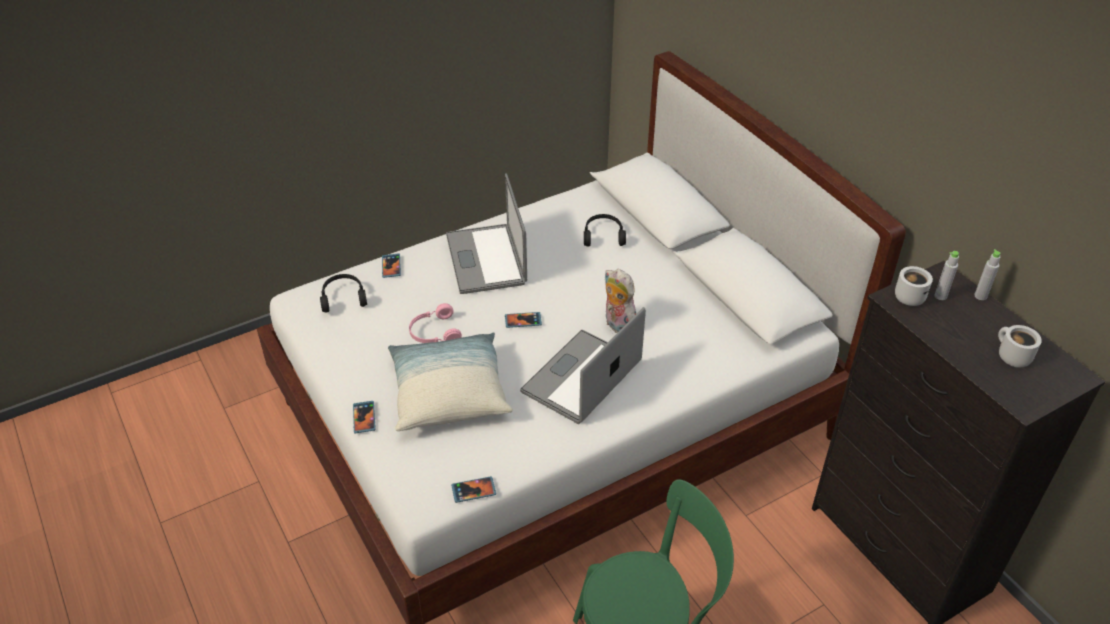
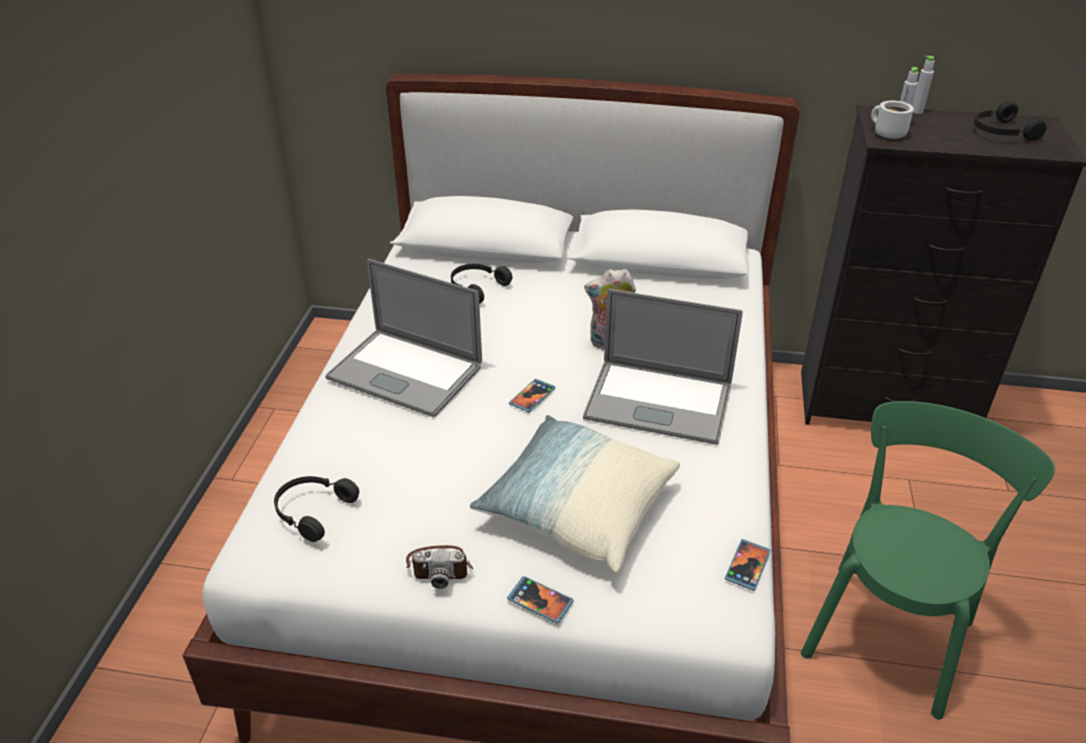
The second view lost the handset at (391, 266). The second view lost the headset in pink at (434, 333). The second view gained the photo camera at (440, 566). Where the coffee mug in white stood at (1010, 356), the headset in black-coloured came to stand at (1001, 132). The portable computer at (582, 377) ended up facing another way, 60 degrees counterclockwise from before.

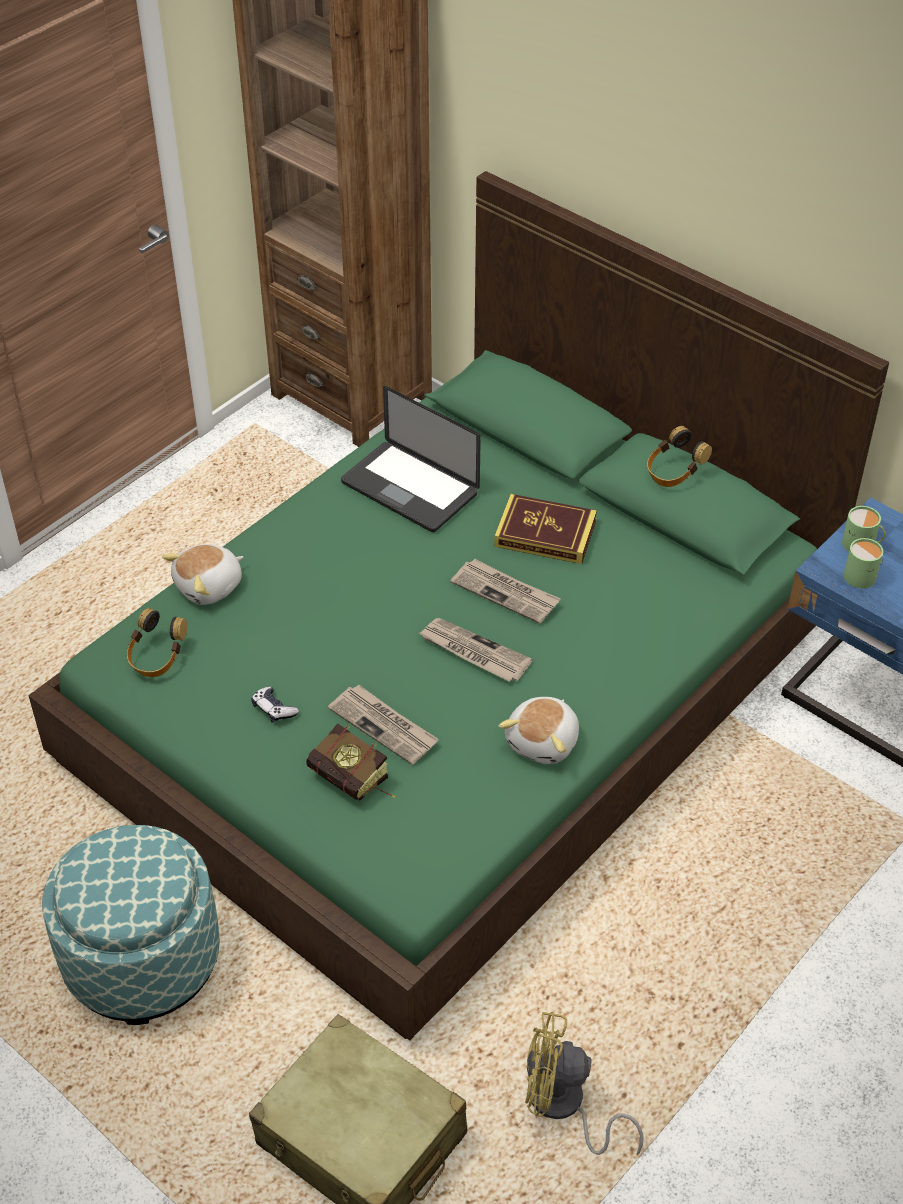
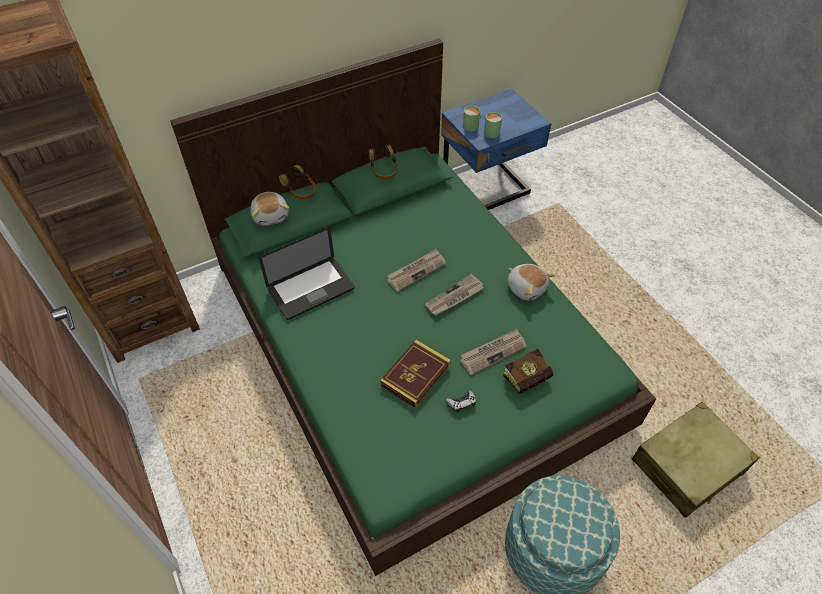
The second view lost the cooling fan in yellowish at (563, 1107). The headset ended up elsewhere, having gone from (157, 658) to (300, 192). The soft toy ended up elsewhere, having gone from (209, 586) to (271, 215). The book ended up elsewhere, having gone from (545, 534) to (415, 375).

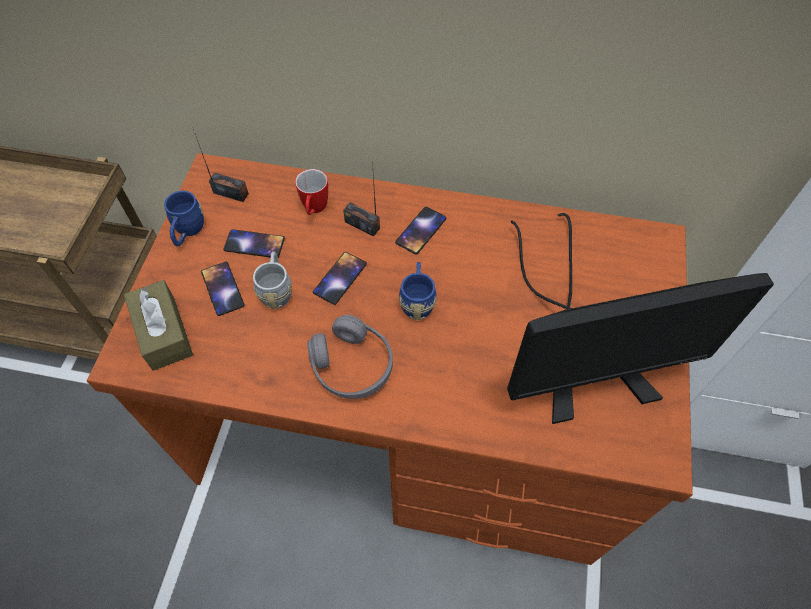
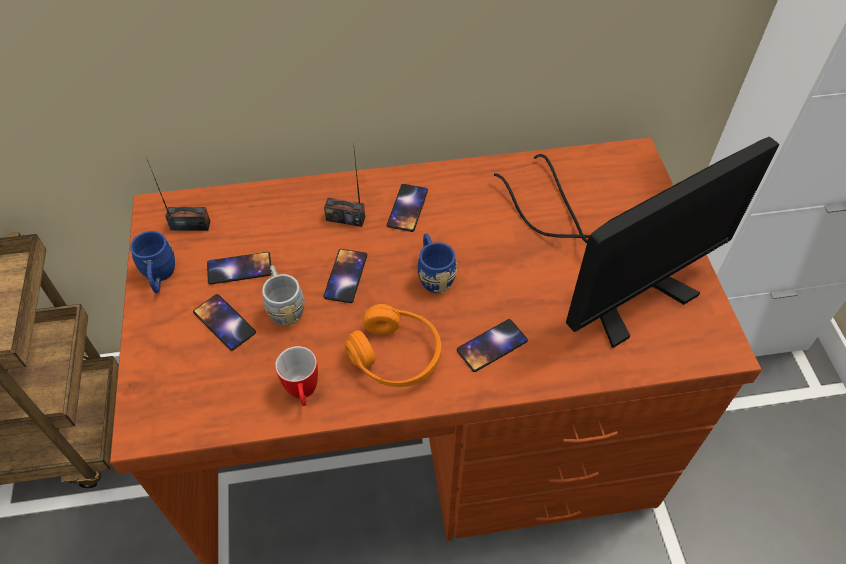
The second view lost the tissue holder in brown at (163, 332). The second view gained the handset at (492, 345). The coffee mug ended up elsewhere, having gone from (314, 210) to (303, 394). What was the headset in grey at (352, 365) turned into the headset in orangey at (396, 355).

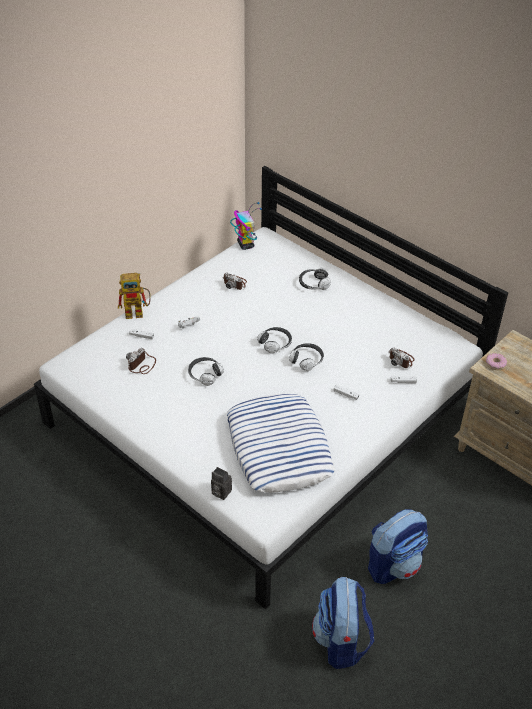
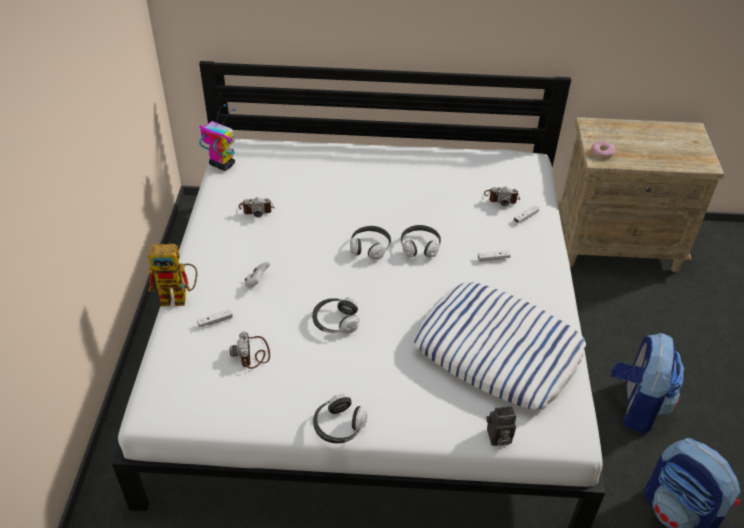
The headset ended up elsewhere, having gone from (314, 284) to (339, 426). The toy robot at (138, 312) ended up facing another way, 45 degrees clockwise from before.

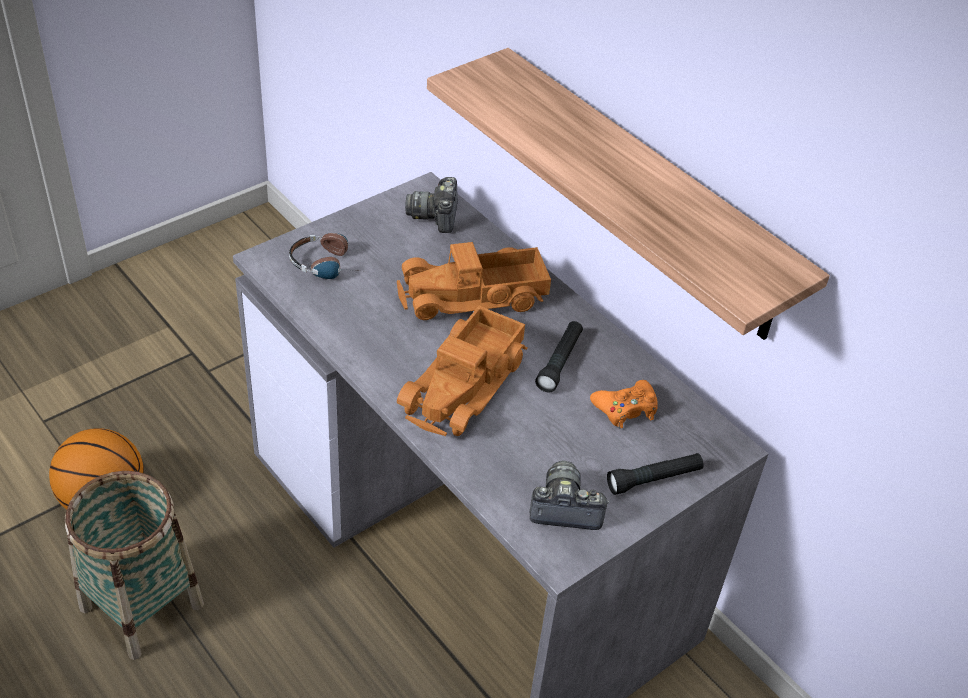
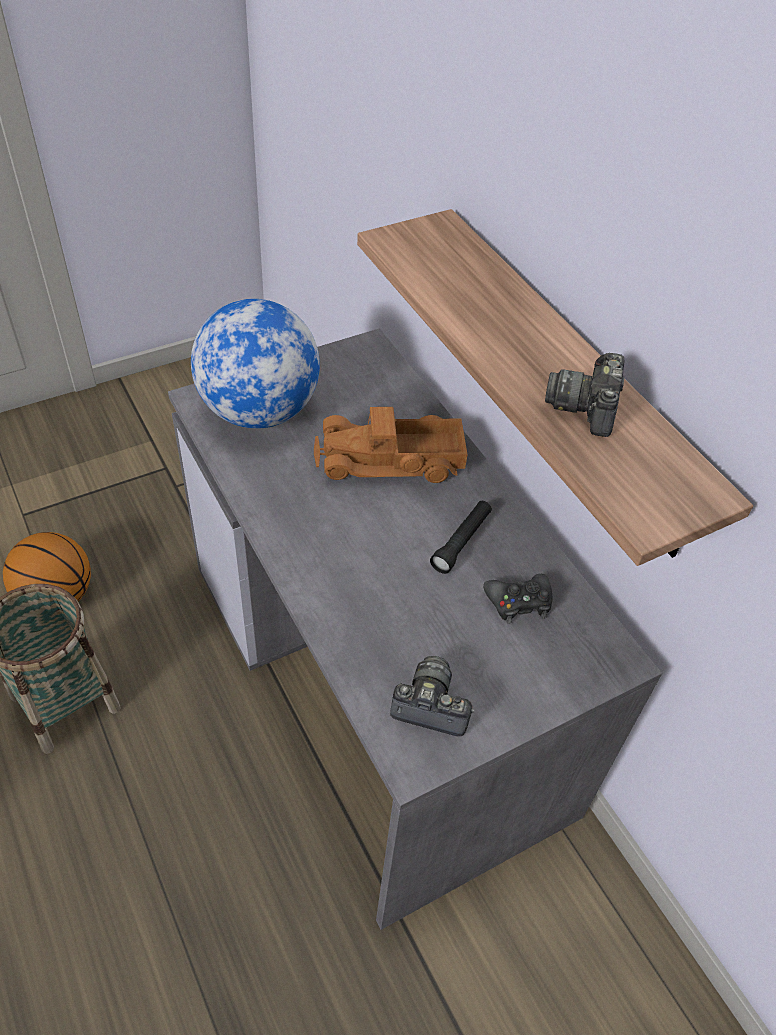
The second view lost the model truck at (466, 385). The second view lost the hand torch in black-coloured at (654, 479). The photo camera ended up elsewhere, having gone from (436, 215) to (586, 407). Where the headset stood at (331, 264), the globe came to stand at (258, 411). What was the gamepad in orangey at (625, 409) turned into the gamepad in black-coloured at (519, 602).

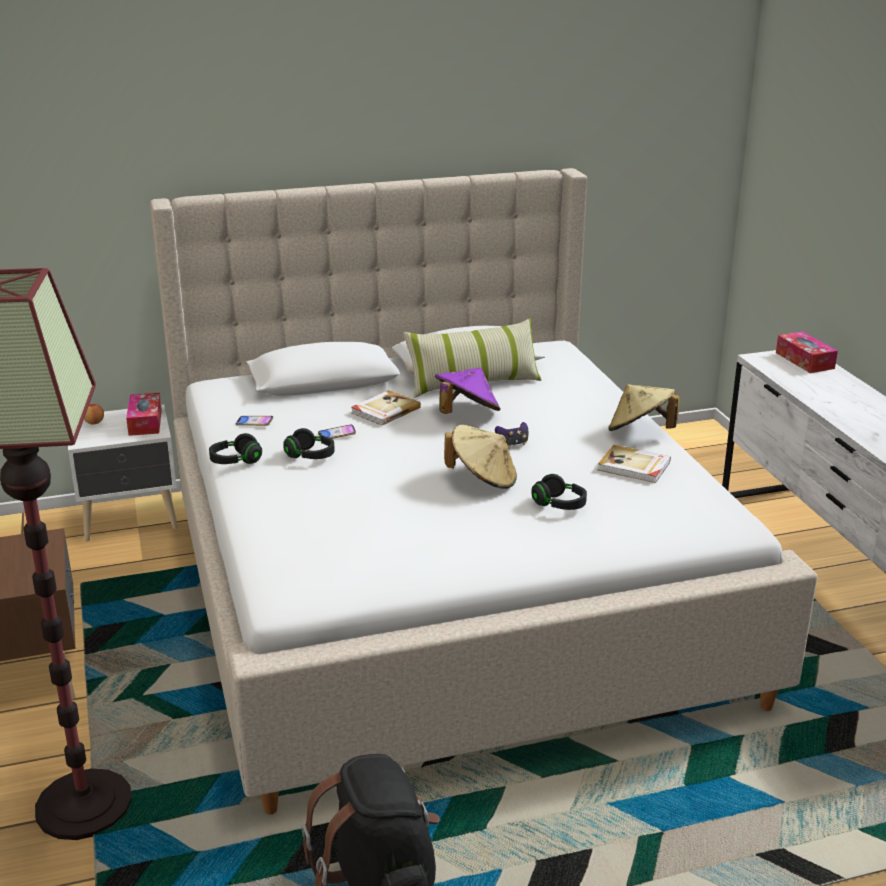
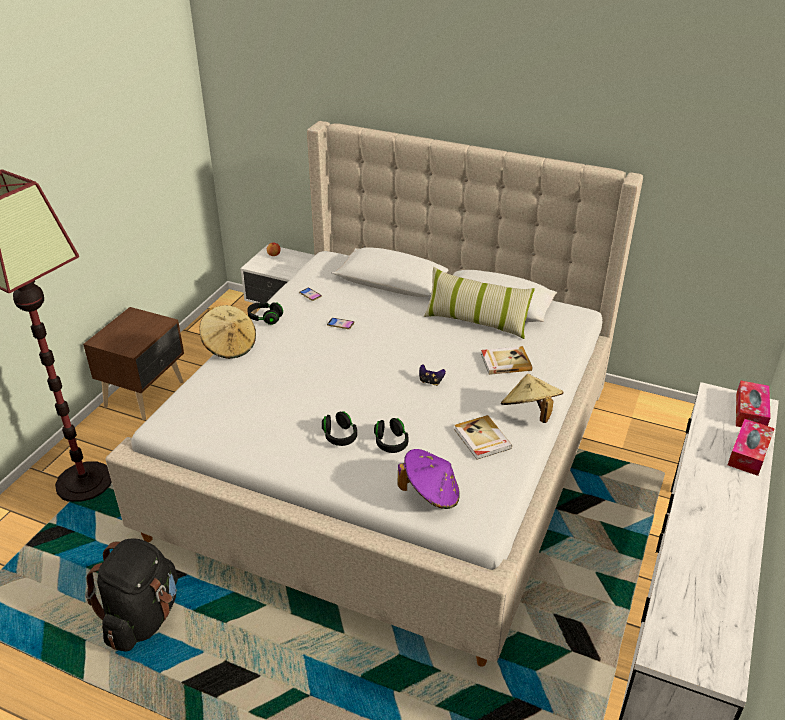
The tissue holder ended up elsewhere, having gone from (145, 422) to (748, 453). The headset in black-coloured ended up elsewhere, having gone from (310, 456) to (339, 436). The book ended up elsewhere, having gone from (385, 410) to (505, 362). The wearable hat in purple ended up elsewhere, having gone from (466, 414) to (430, 494). The wearable hat in sand-coloured ended up elsewhere, having gone from (483, 479) to (230, 346).

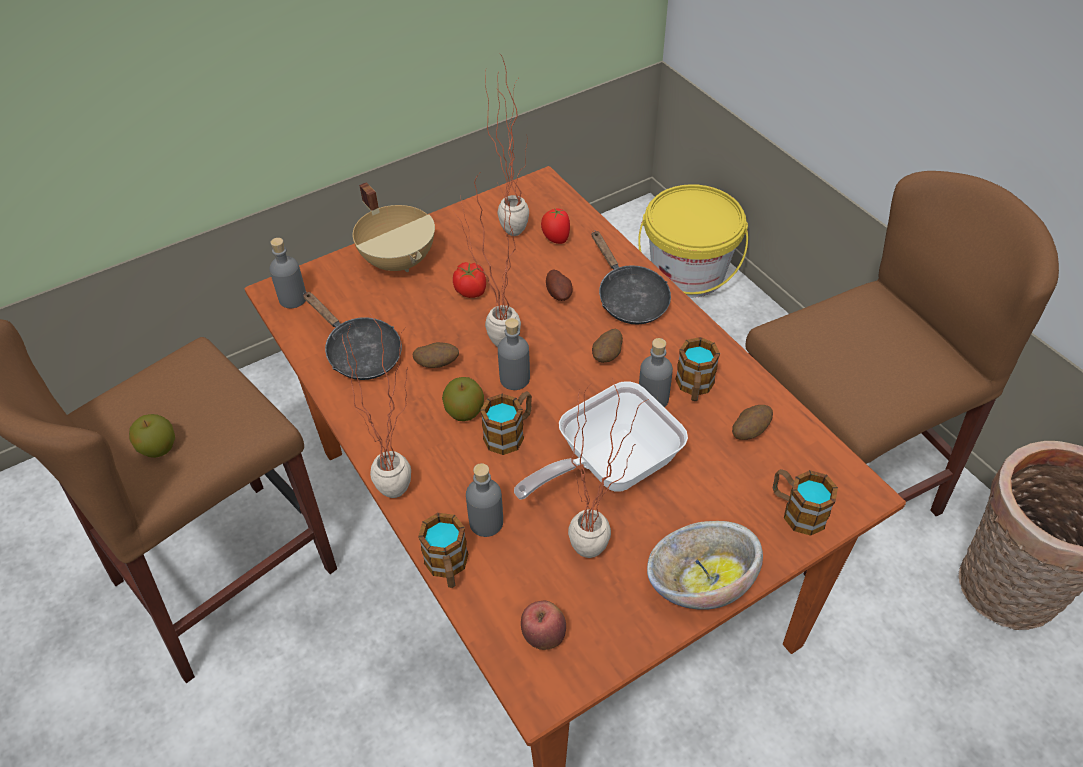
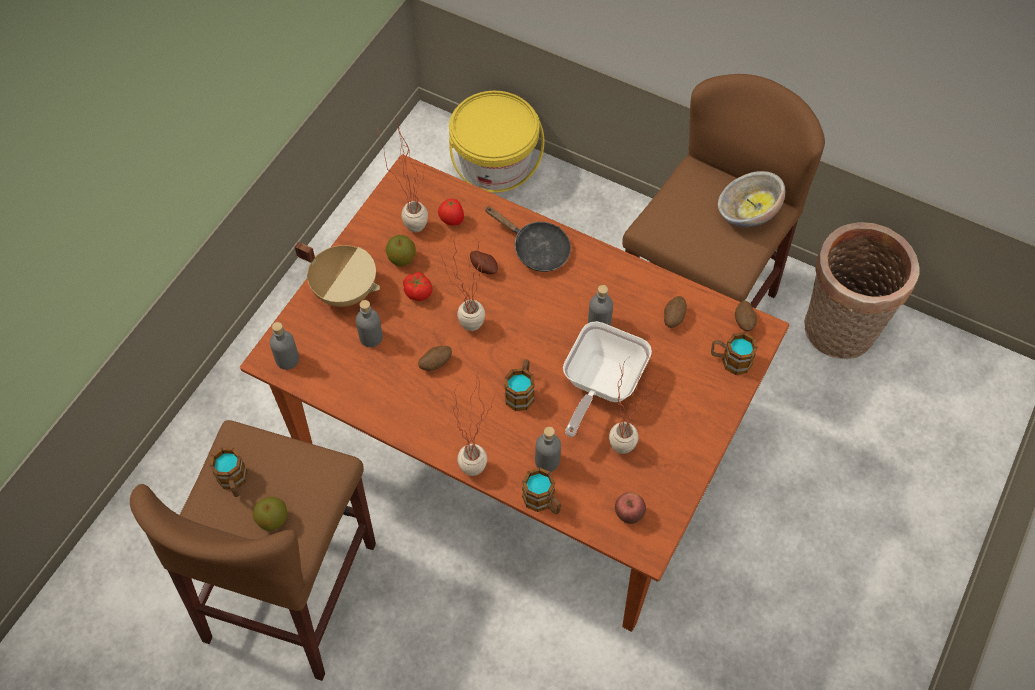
The second view lost the frying pan in black-coloured at (359, 353). The apple fruit ended up elsewhere, having gone from (464, 412) to (402, 259). The bottle in grey ended up elsewhere, having gone from (514, 379) to (371, 337). The spud ended up elsewhere, having gone from (607, 356) to (744, 322). The deep dish ended up elsewhere, having gone from (698, 583) to (747, 214). The coffee mug ended up elsewhere, having gone from (694, 387) to (234, 482).

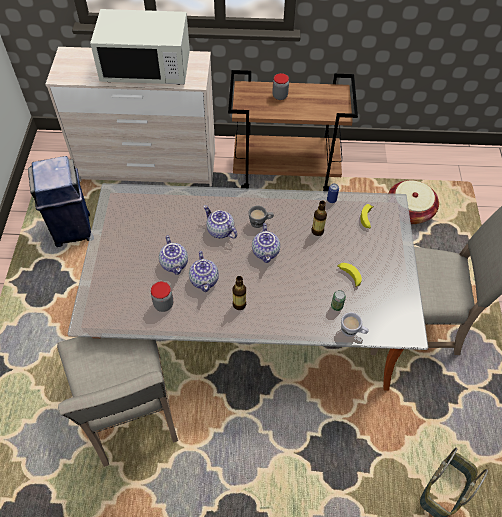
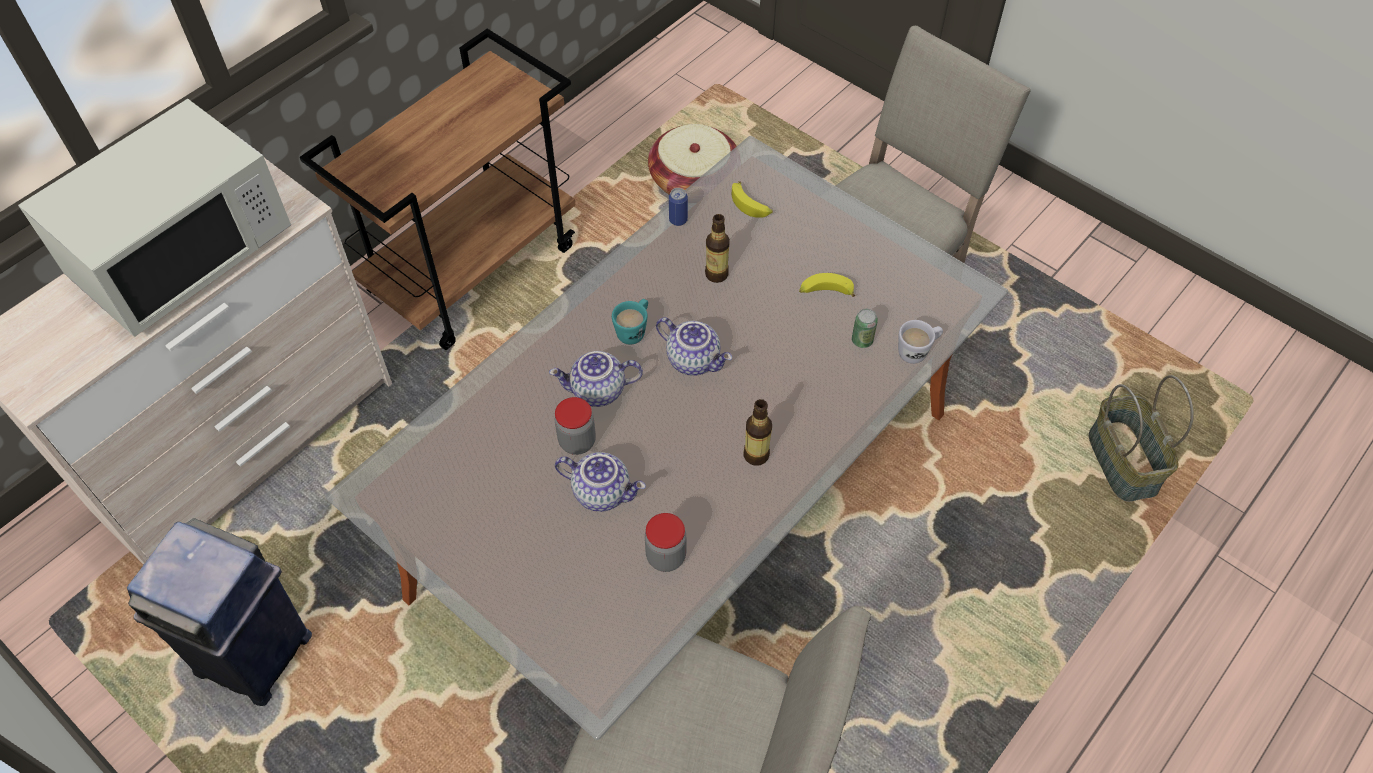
The second view lost the tea pot at (204, 279). The preserve jar ended up elsewhere, having gone from (280, 96) to (577, 441). What was the coffee mug in grey at (260, 223) turned into the coffee mug in blue-green at (634, 330).

